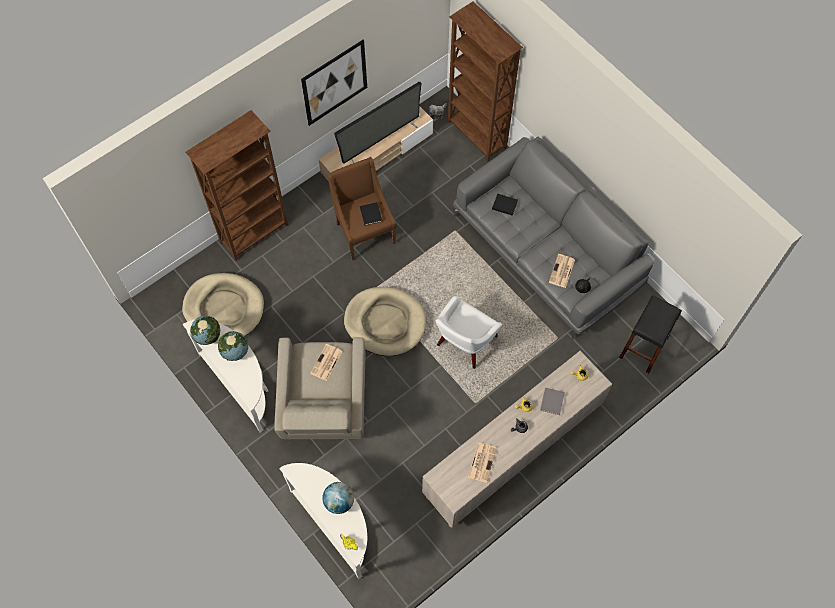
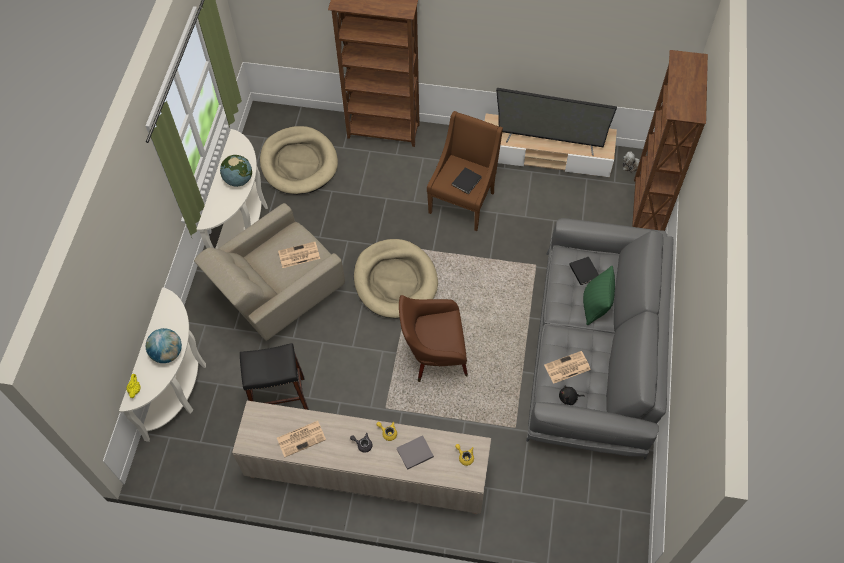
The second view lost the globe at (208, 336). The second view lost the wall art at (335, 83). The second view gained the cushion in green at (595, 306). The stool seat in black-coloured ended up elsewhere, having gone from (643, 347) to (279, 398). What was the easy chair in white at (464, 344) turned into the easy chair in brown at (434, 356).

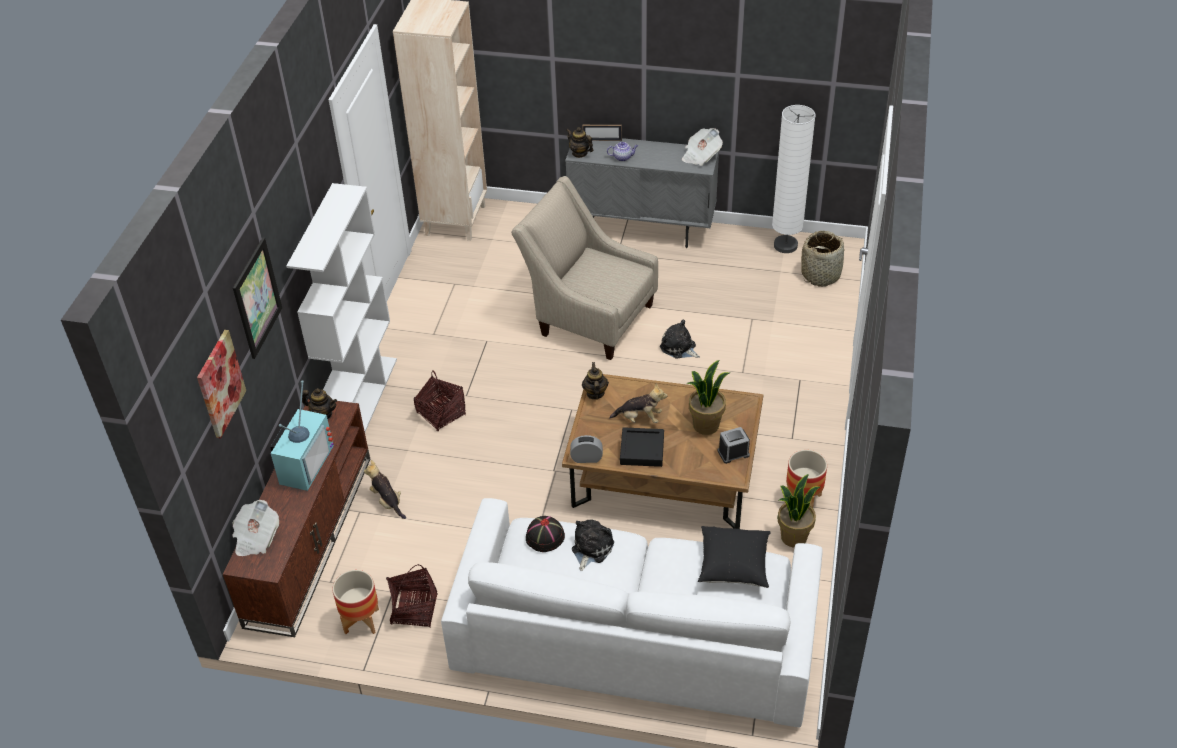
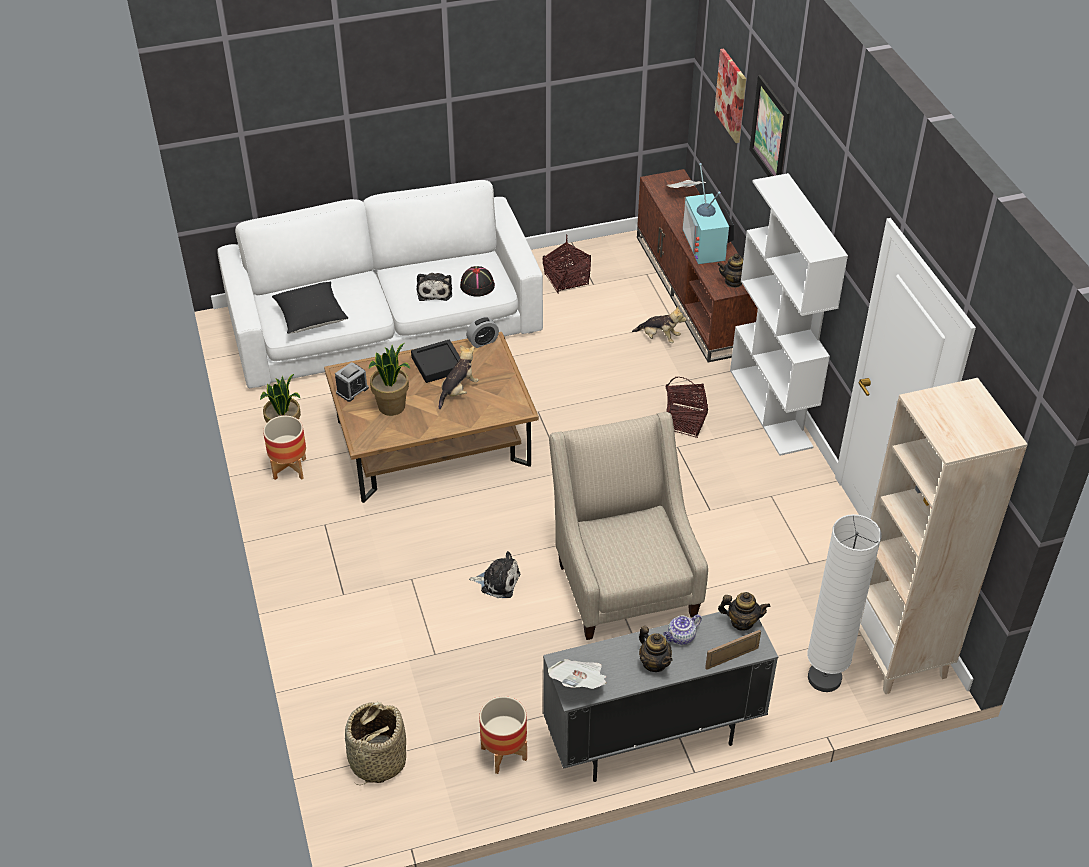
The planter ended up elsewhere, having gone from (362, 621) to (504, 754). The tea pot ended up elsewhere, having gone from (595, 393) to (654, 663). The standard lamp in white ended up elsewhere, having gone from (785, 245) to (824, 678). The easy chair in sand-coloured at (589, 317) ended up facing another way, 105 degrees counterclockwise from before. The soft toy at (639, 418) ended up facing another way, 150 degrees clockwise from before.

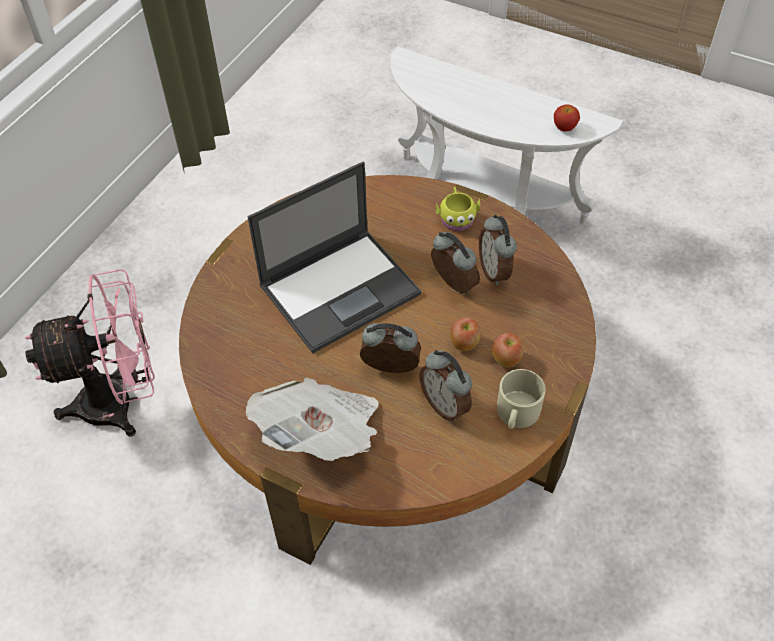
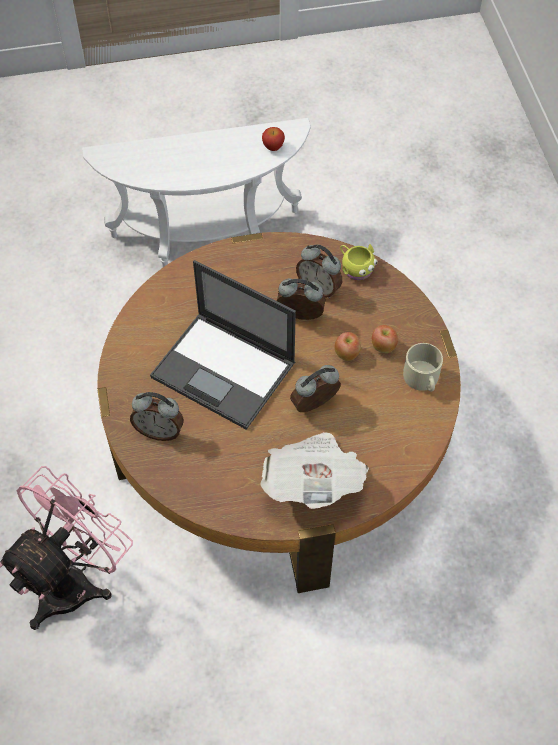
The bedside clock ended up elsewhere, having gone from (445, 405) to (159, 431). The coffee mug in yellowish ended up elsewhere, having gone from (456, 217) to (355, 268). The portable computer at (341, 289) ended up facing another way, 105 degrees clockwise from before.

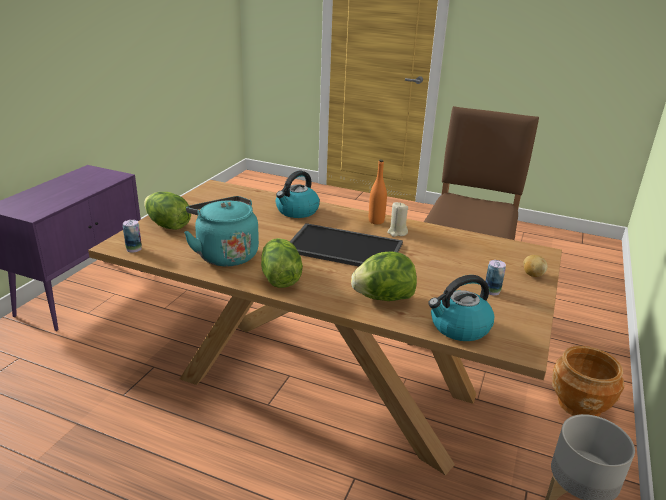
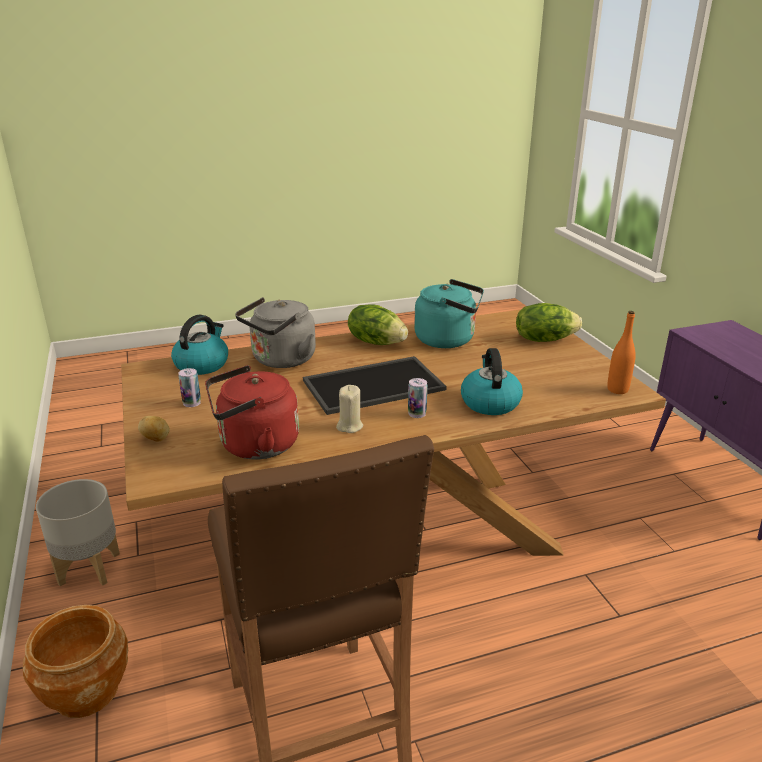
The second view gained the water kettle in red-coloured at (254, 446). The sealed can ended up elsewhere, having gone from (134, 249) to (417, 413). The bottle in orangey ended up elsewhere, having gone from (376, 221) to (617, 389). Where the lettuce stood at (383, 298), the water kettle in grey came to stand at (281, 360).

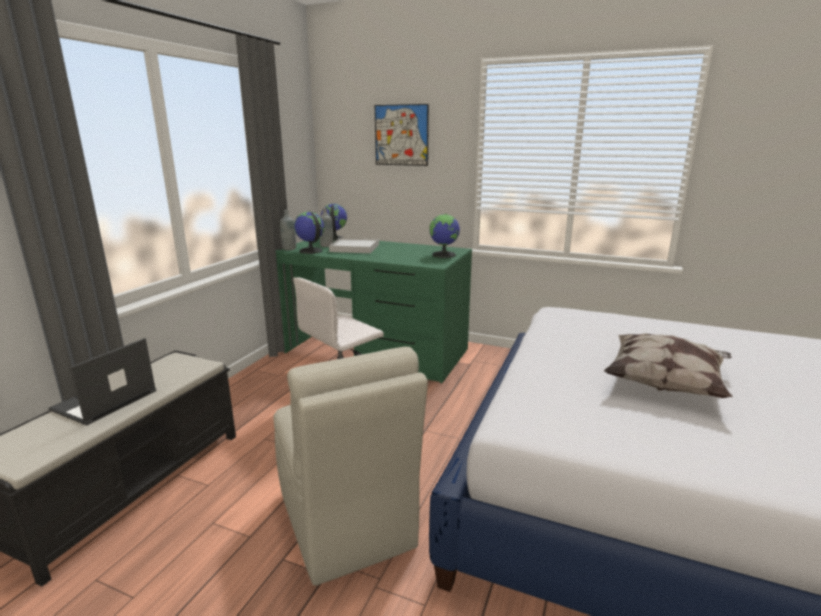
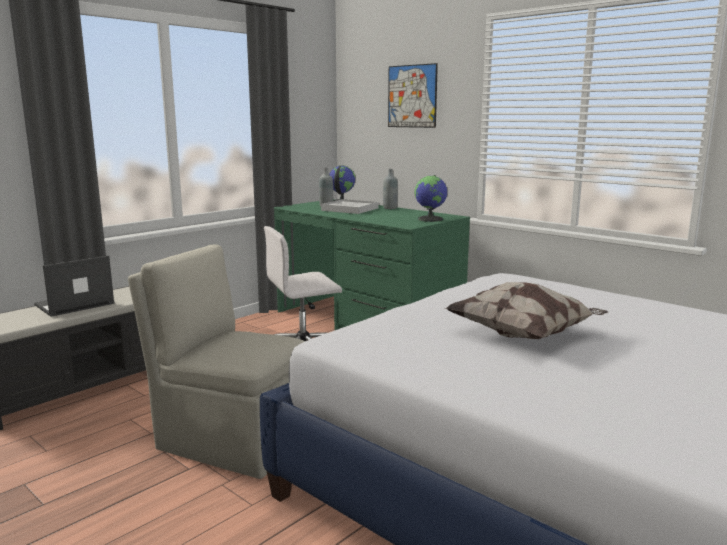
The second view lost the globe at (310, 251). The bottle in grey ended up elsewhere, having gone from (289, 249) to (390, 208). The upright chair in sand-coloured at (346, 522) ended up facing another way, 120 degrees clockwise from before.

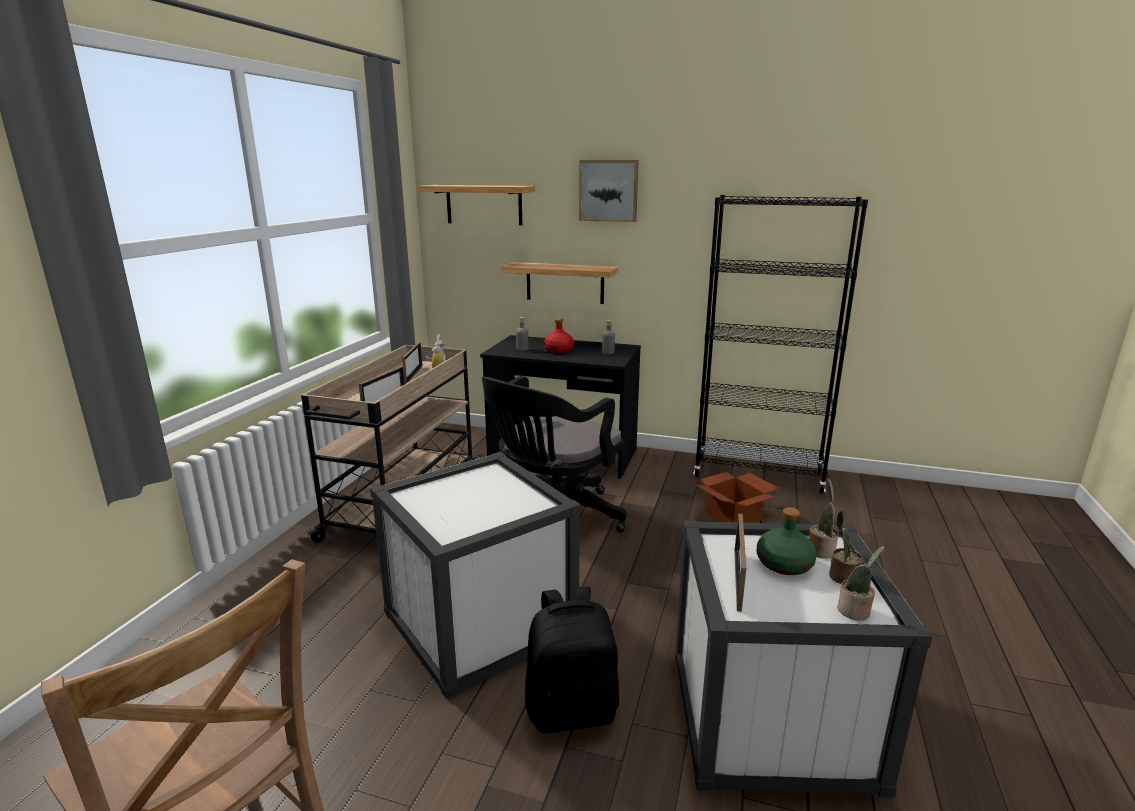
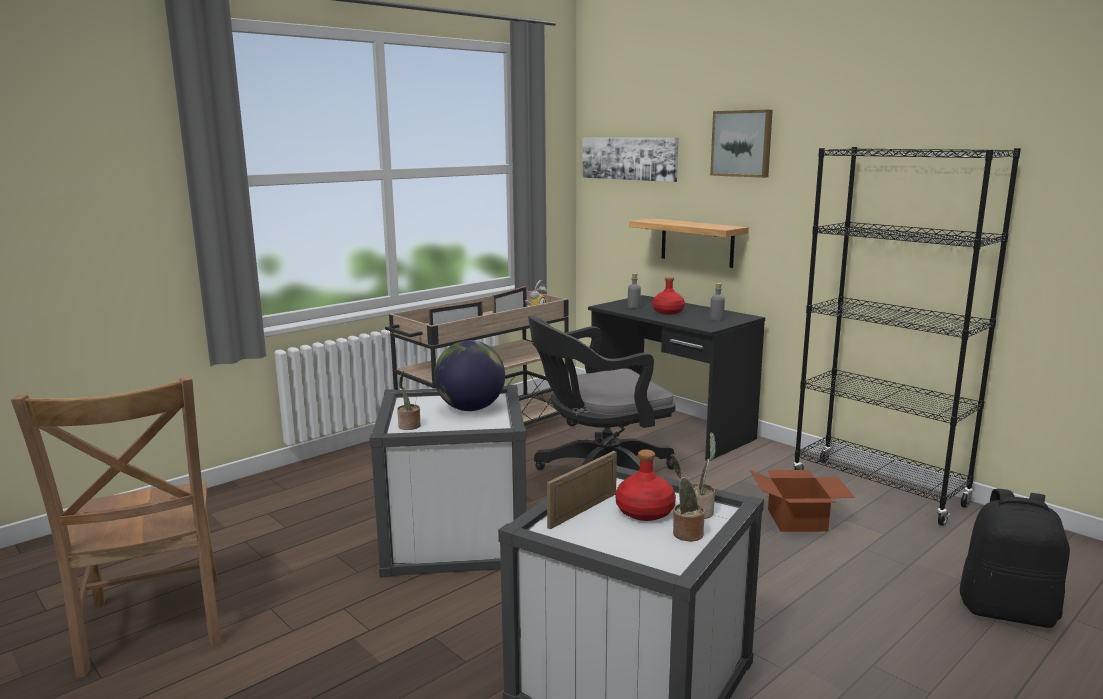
The second view gained the globe at (470, 408). The knapsack in black-coloured ended up elsewhere, having gone from (572, 709) to (1008, 611). The potted plant ended up elsewhere, having gone from (855, 612) to (409, 426). Where the shelf hung at (484, 204), the wall art came to hang at (629, 158). What was the bottle in green at (785, 564) turned into the bottle in red-coloured at (645, 512).

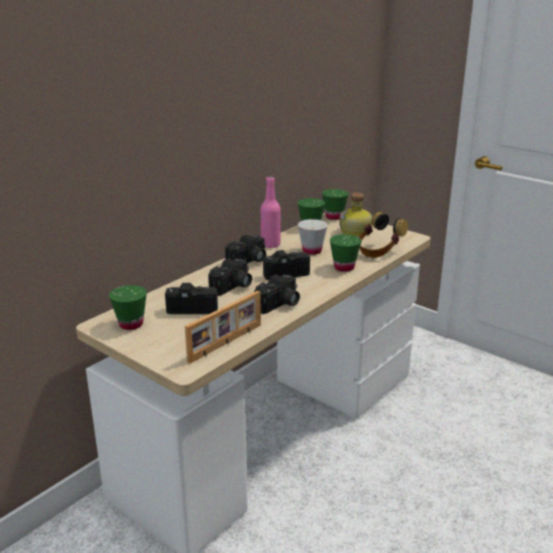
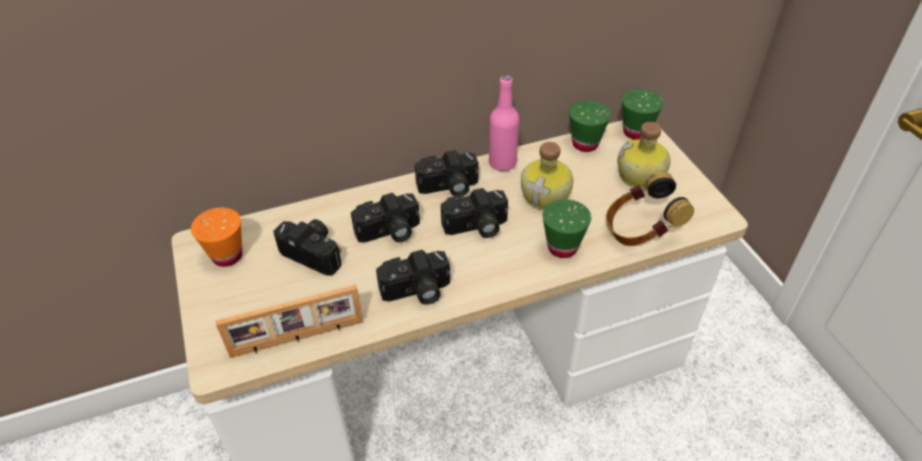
Where the drinking cup in white stood at (312, 251), the bottle came to stand at (547, 195). What was the drinking cup in green at (131, 324) turned into the drinking cup in orangey at (227, 256). The photo camera at (285, 272) ended up facing another way, 150 degrees clockwise from before.

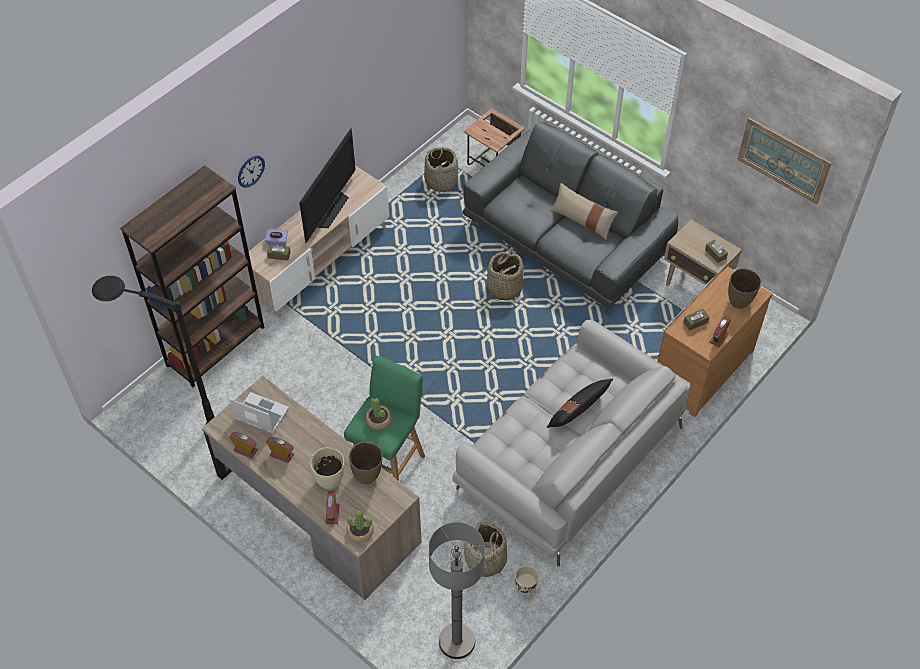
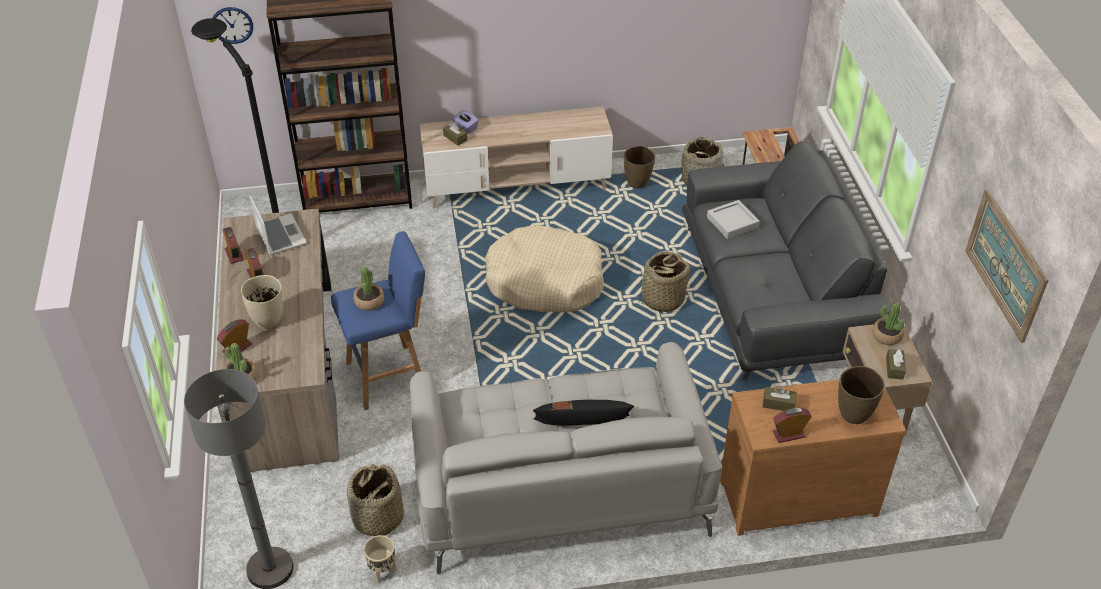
The second view lost the television at (330, 210). The second view lost the cushion in sand-coloured at (582, 220). The second view gained the dog cushion in sand-coloured at (544, 281). The second view gained the tray in grey at (732, 222). The second view gained the potted plant at (887, 336). The wall clock ended up elsewhere, having gone from (251, 171) to (232, 25). The flower vase in brown ended up elsewhere, having gone from (367, 475) to (637, 183). What was the stool seat in green at (388, 462) turned into the stool seat in bluish at (389, 376).

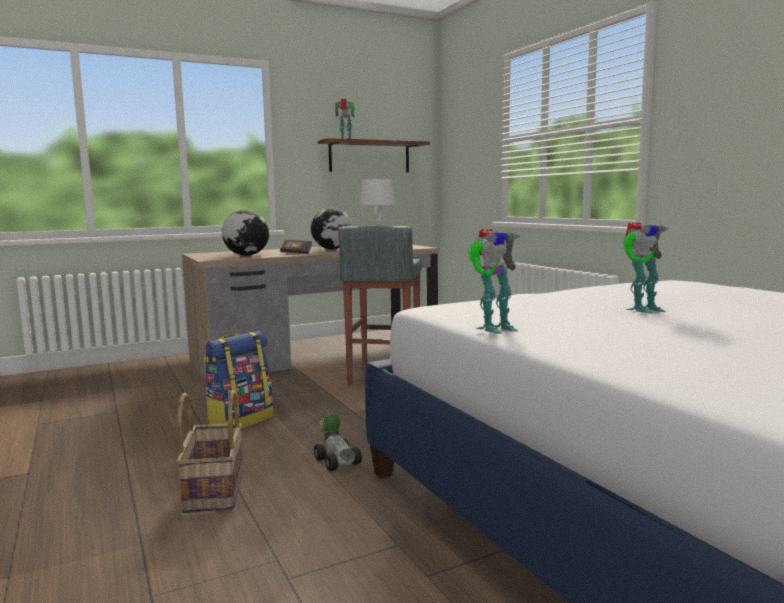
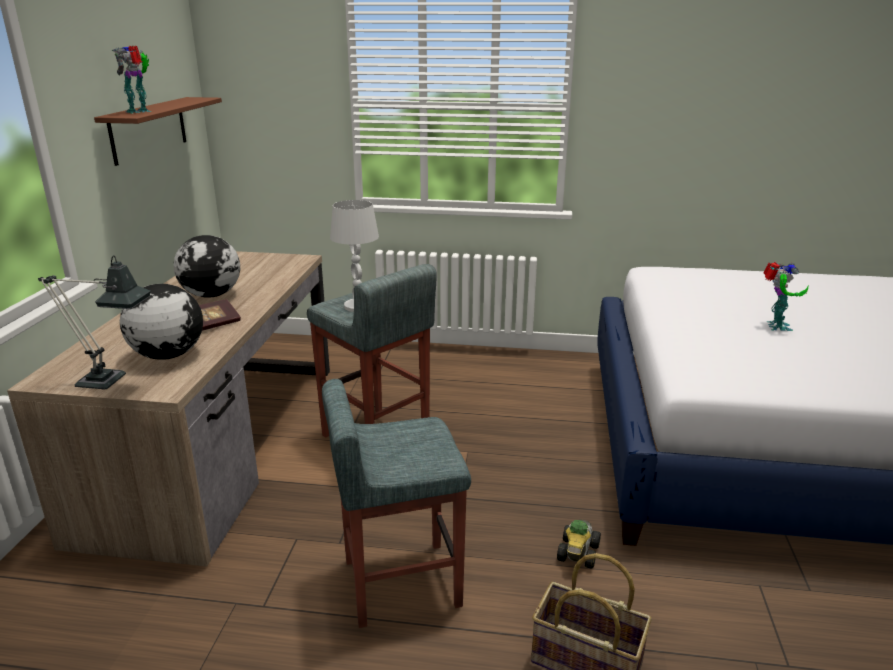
The second view lost the toy robot at (493, 328). The second view gained the tabletop lamp at (111, 382). Where the knapsack stood at (240, 421), the stool seat in grey came to stand at (399, 583). The miniature car at (337, 460) ended up facing another way, 75 degrees counterclockwise from before.

